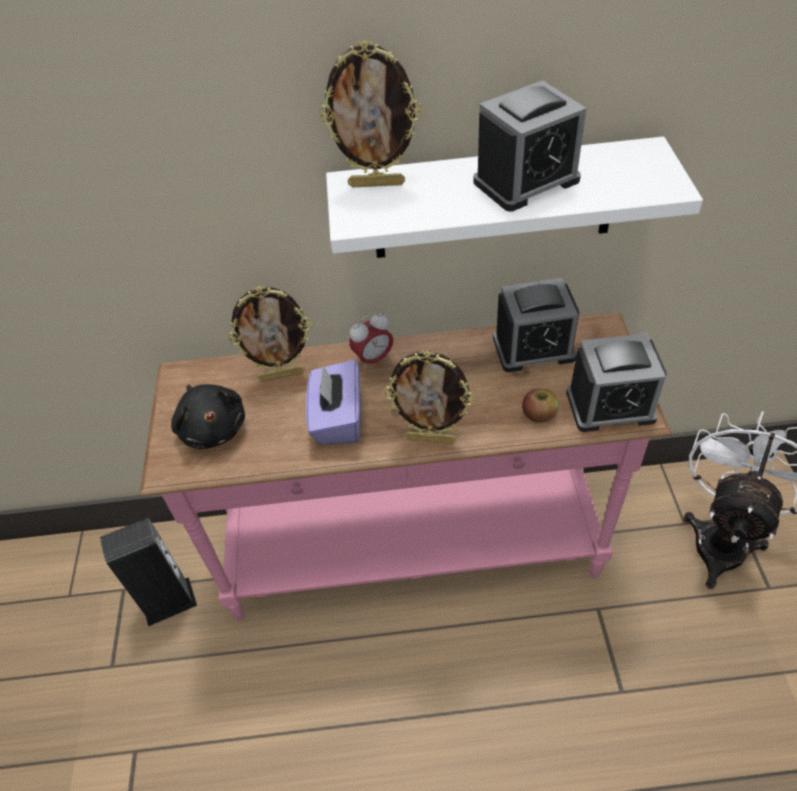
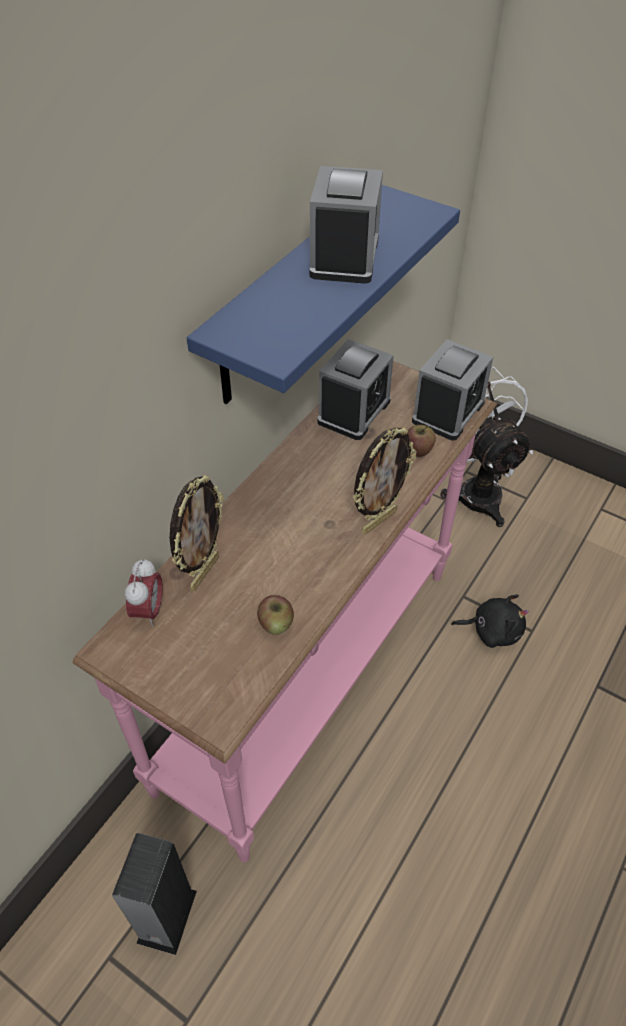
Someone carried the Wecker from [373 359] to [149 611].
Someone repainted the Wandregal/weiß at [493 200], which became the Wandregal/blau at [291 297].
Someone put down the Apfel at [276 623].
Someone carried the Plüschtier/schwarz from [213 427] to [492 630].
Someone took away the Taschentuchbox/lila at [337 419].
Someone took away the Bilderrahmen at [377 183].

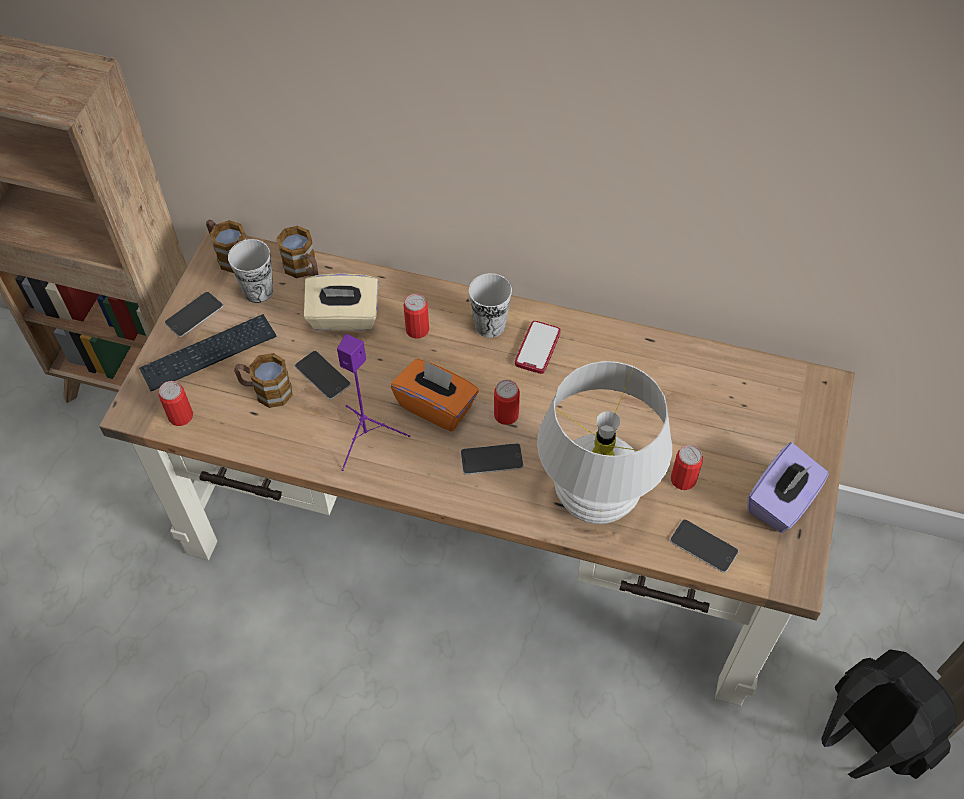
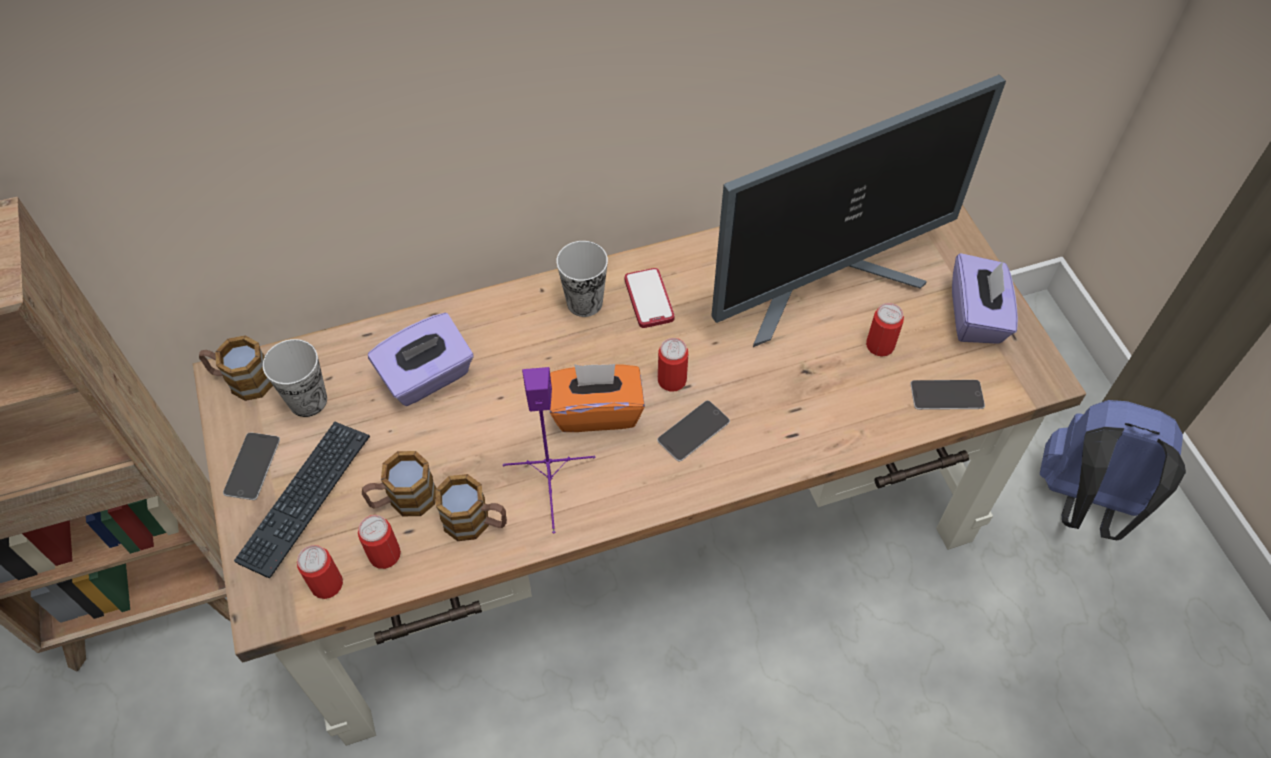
Someone carried the Dose from [417 329] to [384 554].
Someone repainted the Taschentuchbox/beige at [344 318], which became the Taschentuchbox/lila at [427 377].
Someone carried the Henkelbecher from [304 269] to [476 522].
Someone put down the Monitor at [826 284].
Someone repainted the Rucksack/schwarz at [867 739], which became the Rucksack/blau at [1086 503].
Someone took away the Handy at [322 375].
Someone took away the Tischlampe/weiß at [596 497].

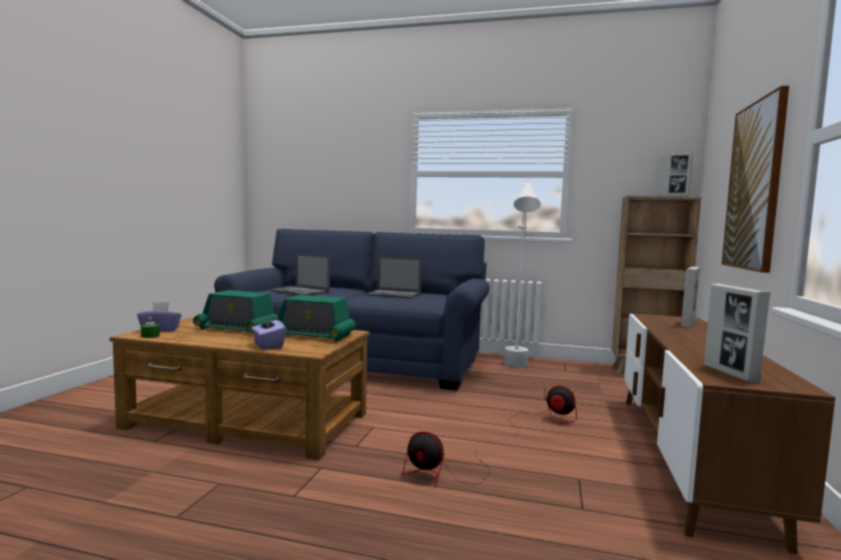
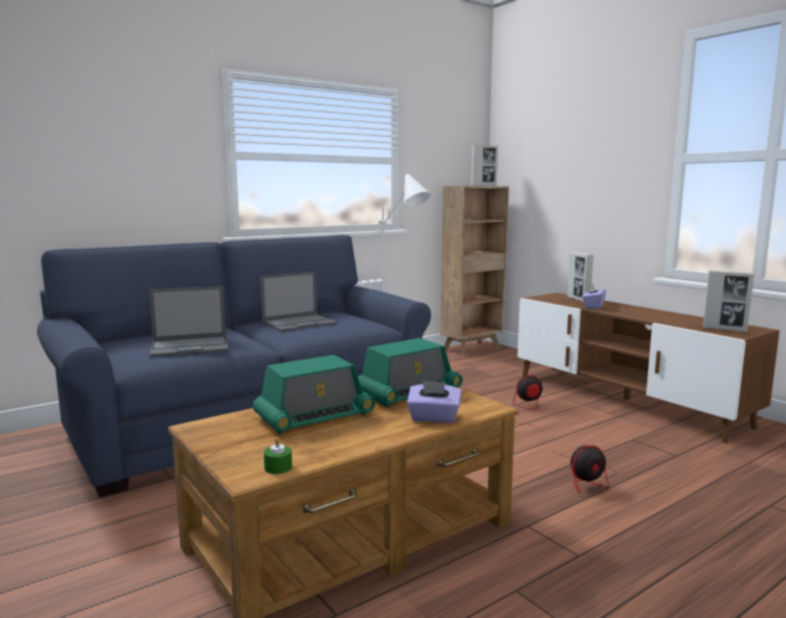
Someone carried the Taschentuchbox/lila from [160 330] to [593 306].
Someone took away the Bild at [755 186].

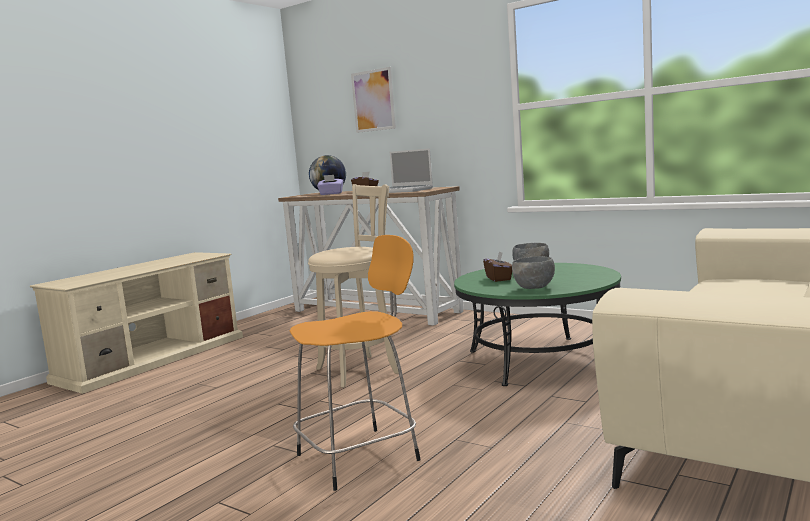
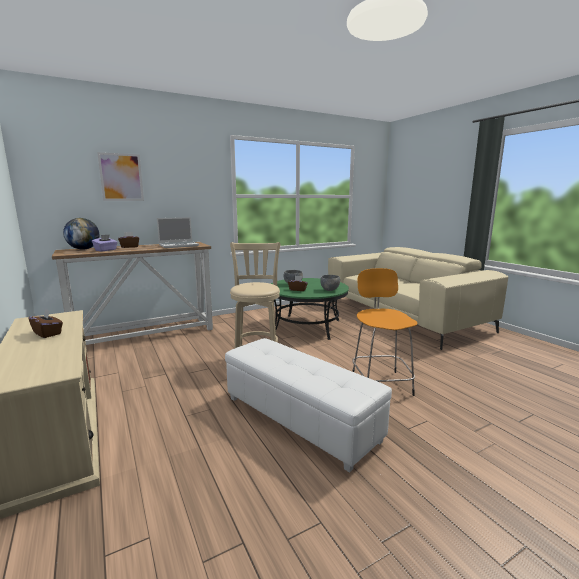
Someone put down the Taschentuchbox/braun at [48 333].
Someone put down the Polsterhocker/weiß at [298 418].

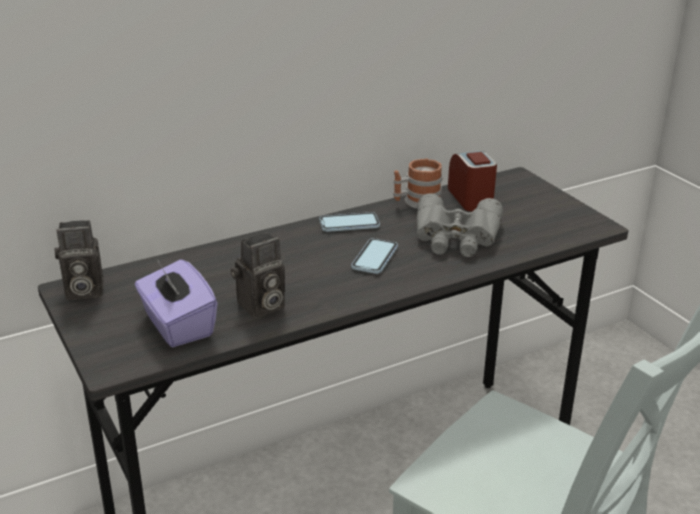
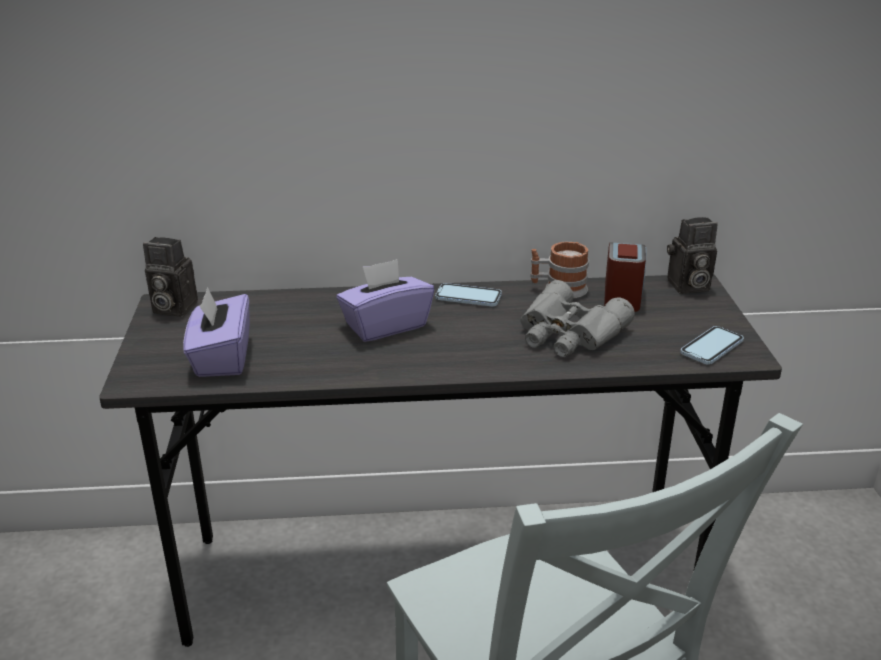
Someone put down the Taschentuchbox/lila at [385 325].
Someone carried the Kamera from [260 307] to [687 286].
Someone carried the Handy from [374 258] to [711 347].

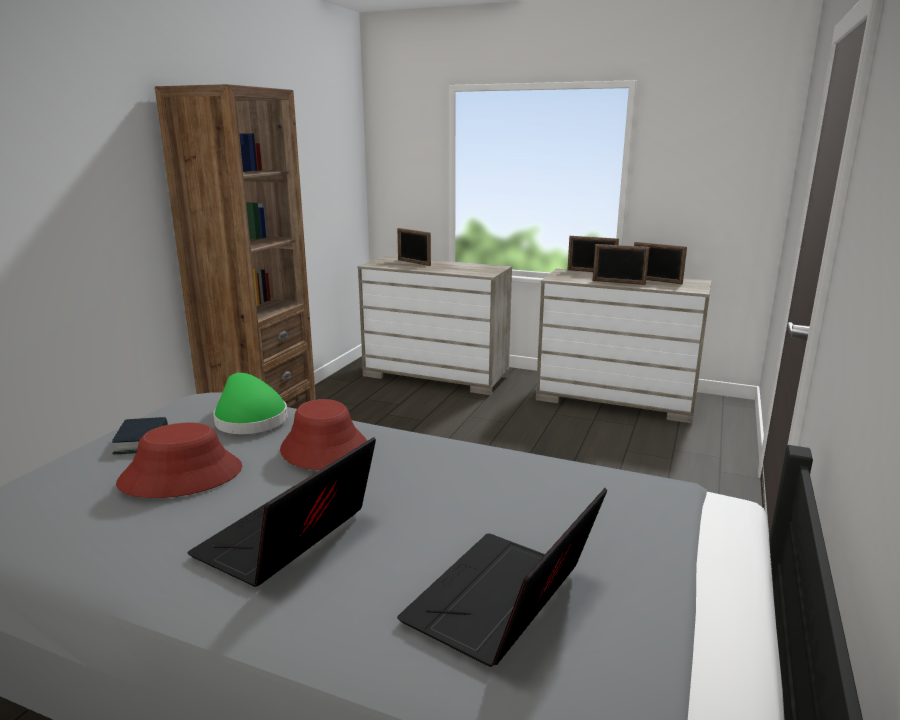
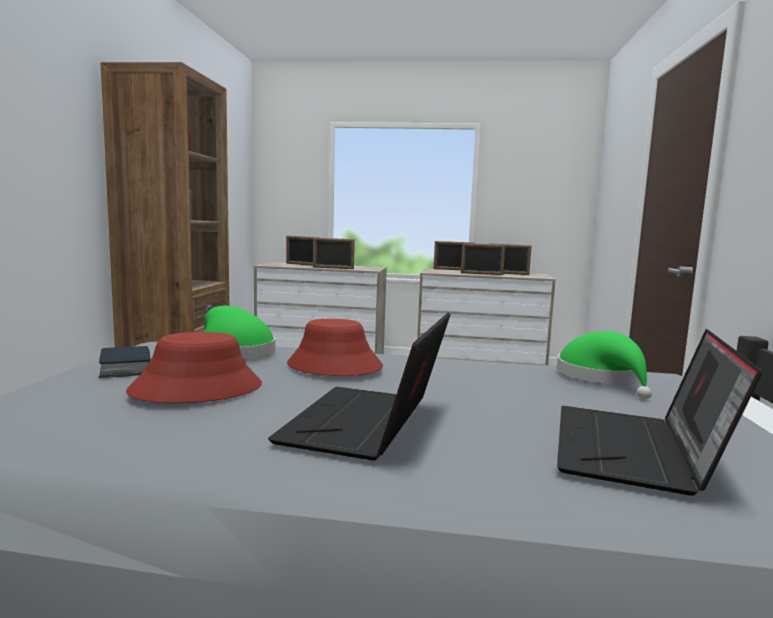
Someone put down the Bilderrahmen at [333 268].
Someone put down the Hut/grün at [602 378].

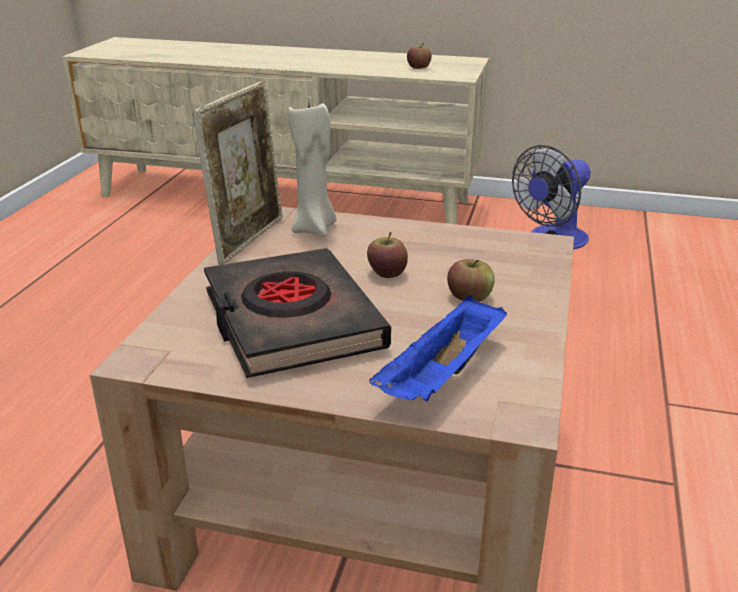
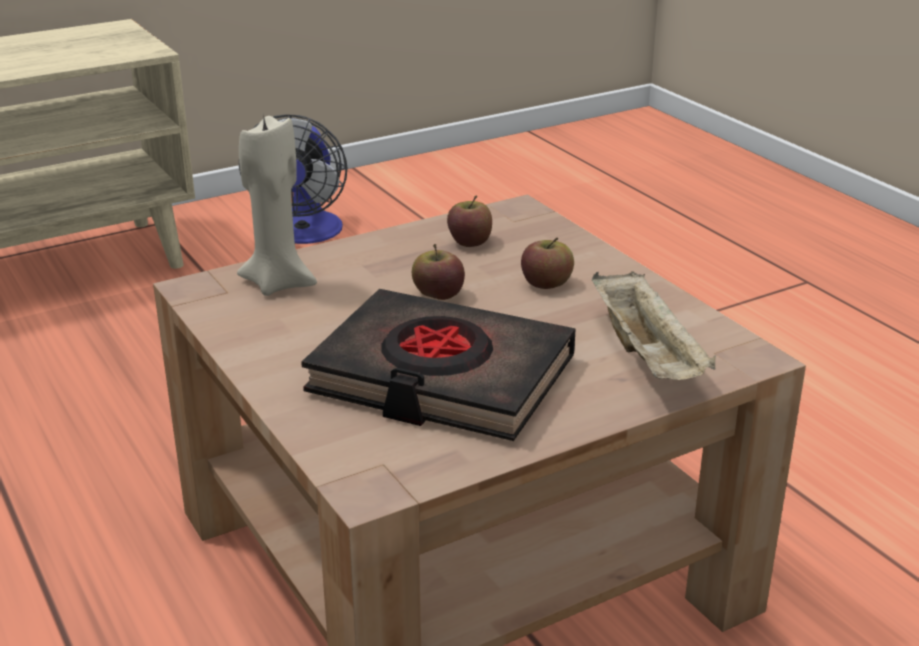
Someone carried the Apfel from [418 67] to [470 242].
Someone repainted the Tablett/blau at [442 376], which became the Tablett/beige at [647 356].
Someone took away the Bilderrahmen at [248 239].

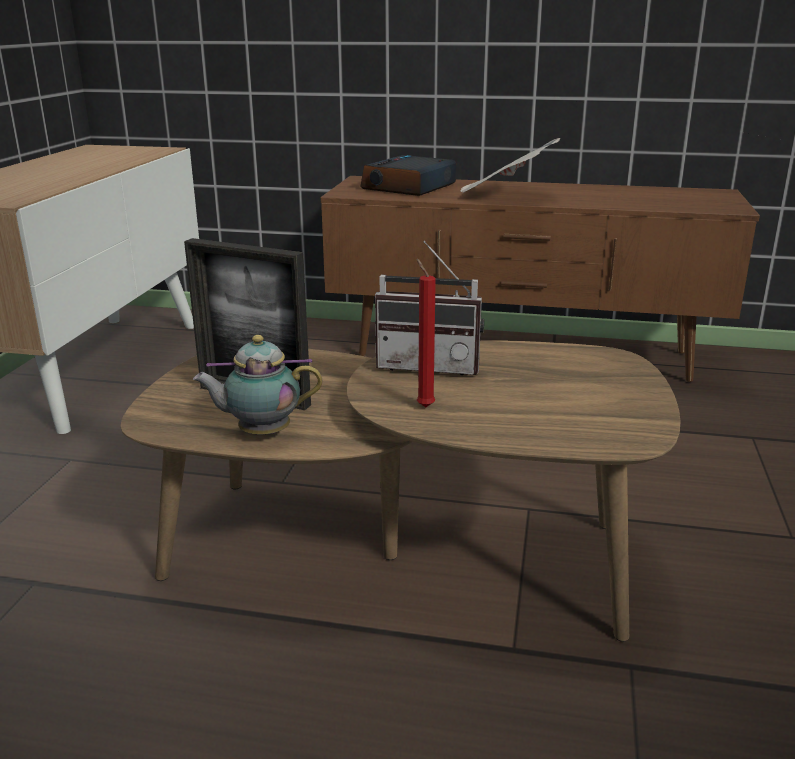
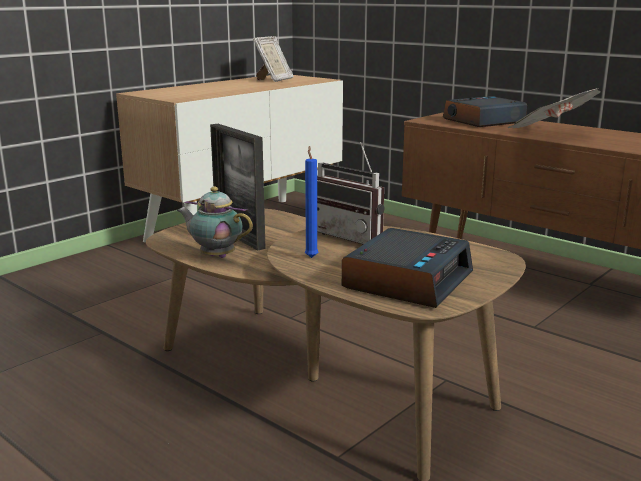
Someone put down the Bilderrahmen at [274 80].
Someone repainted the Kerze/rot at [423 406], which became the Kerze/blau at [311 257].
Someone put down the Wecker at [407 280].

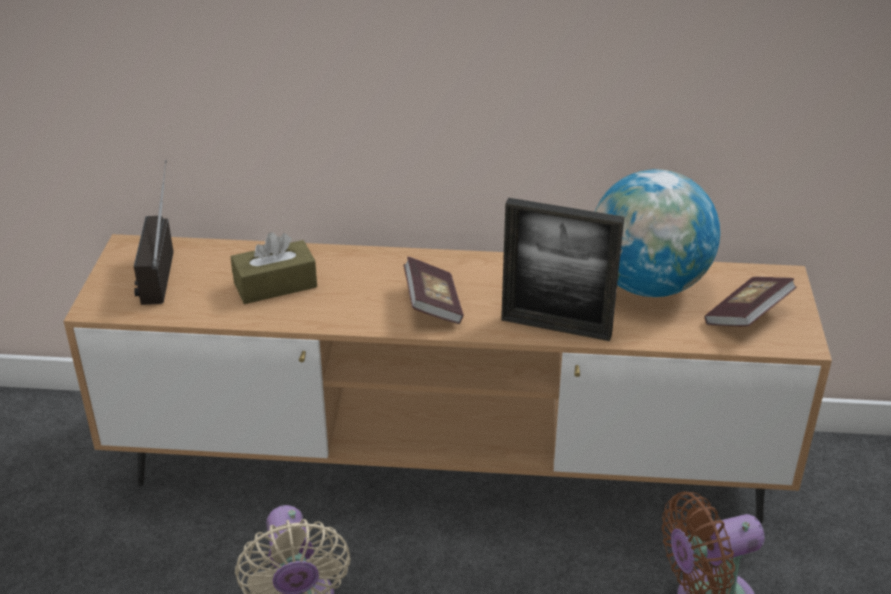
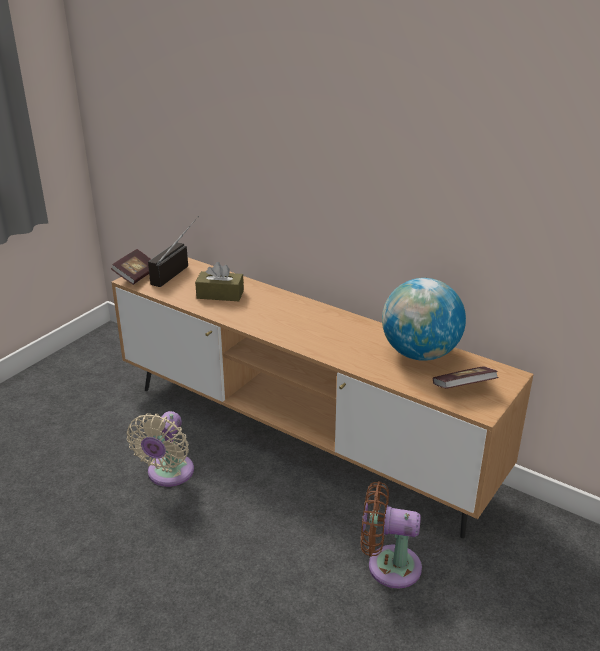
Someone carried the Buch from [433 305] to [136 275].
Someone took away the Bilderrahmen at [556 327].

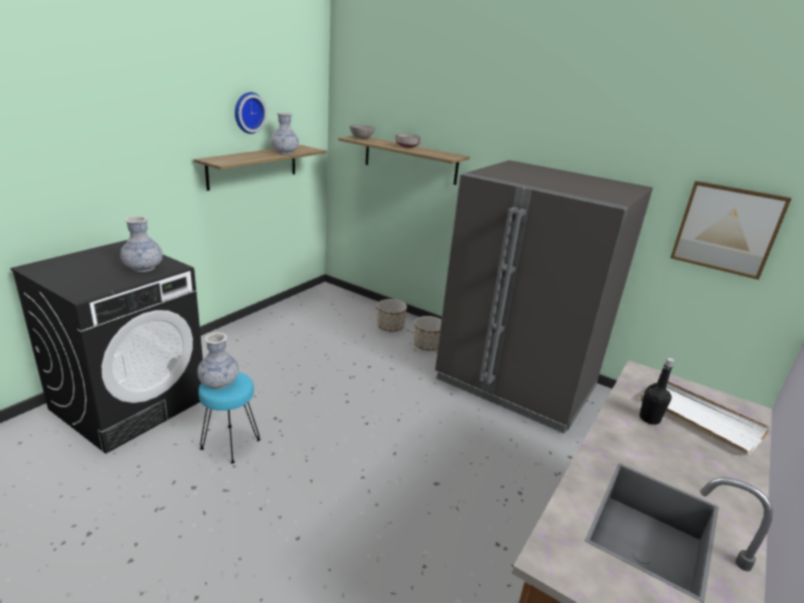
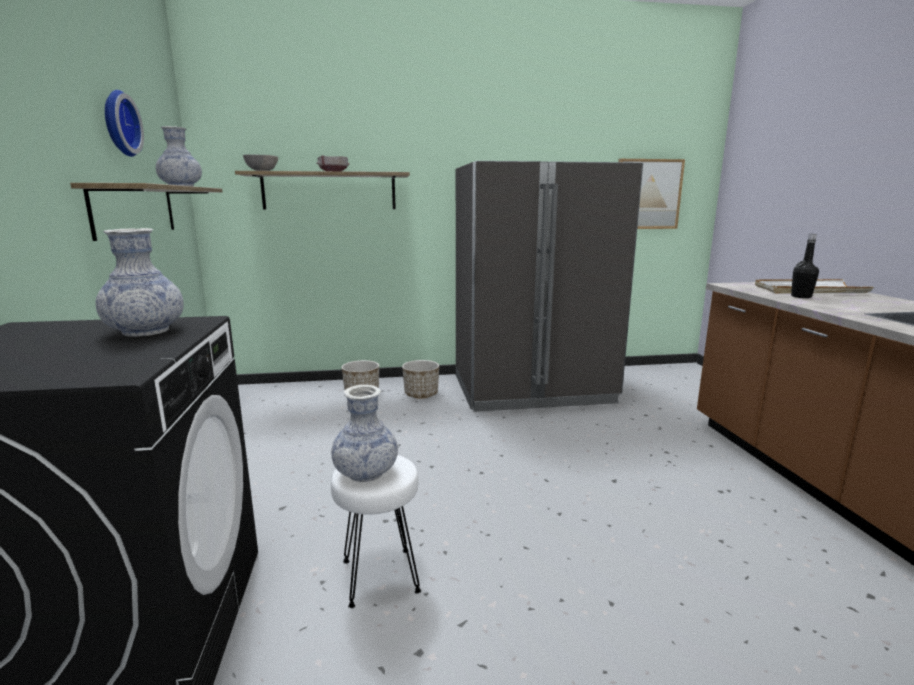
Someone repainted the Hocker/türkis at [230 444], which became the Hocker/weiß at [379 576].

